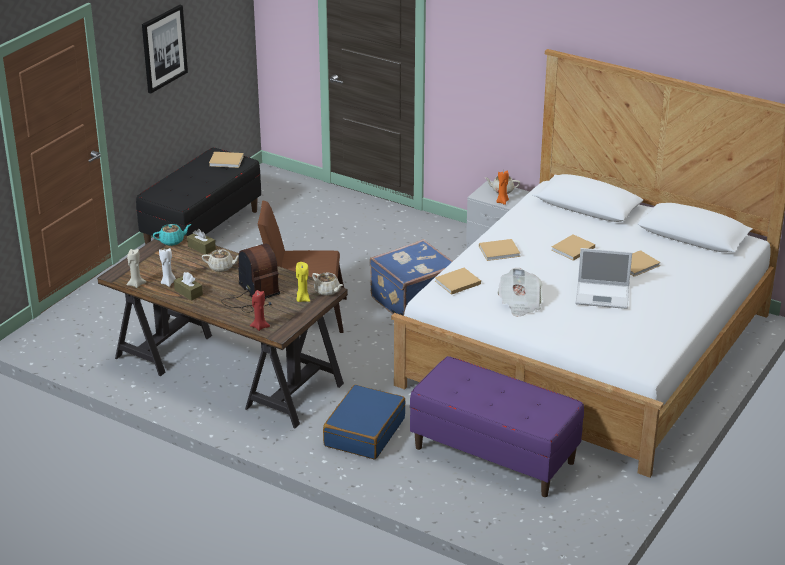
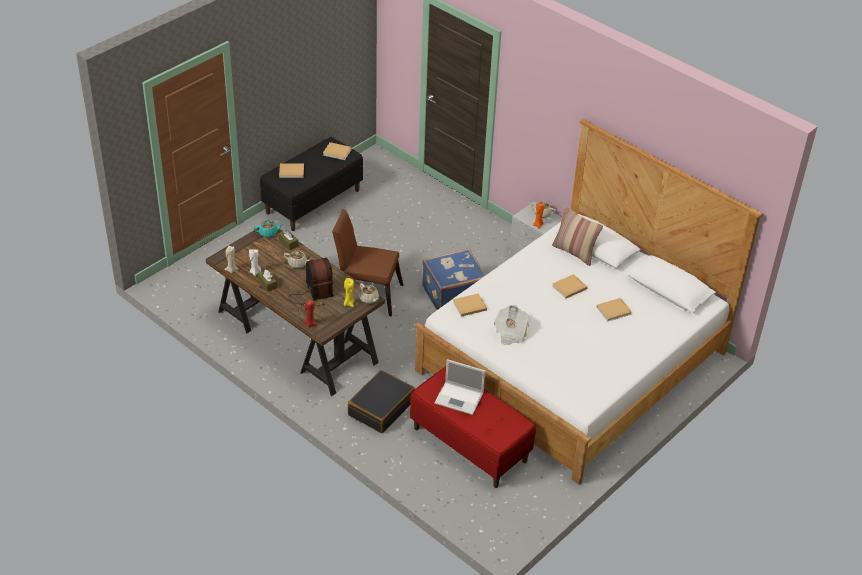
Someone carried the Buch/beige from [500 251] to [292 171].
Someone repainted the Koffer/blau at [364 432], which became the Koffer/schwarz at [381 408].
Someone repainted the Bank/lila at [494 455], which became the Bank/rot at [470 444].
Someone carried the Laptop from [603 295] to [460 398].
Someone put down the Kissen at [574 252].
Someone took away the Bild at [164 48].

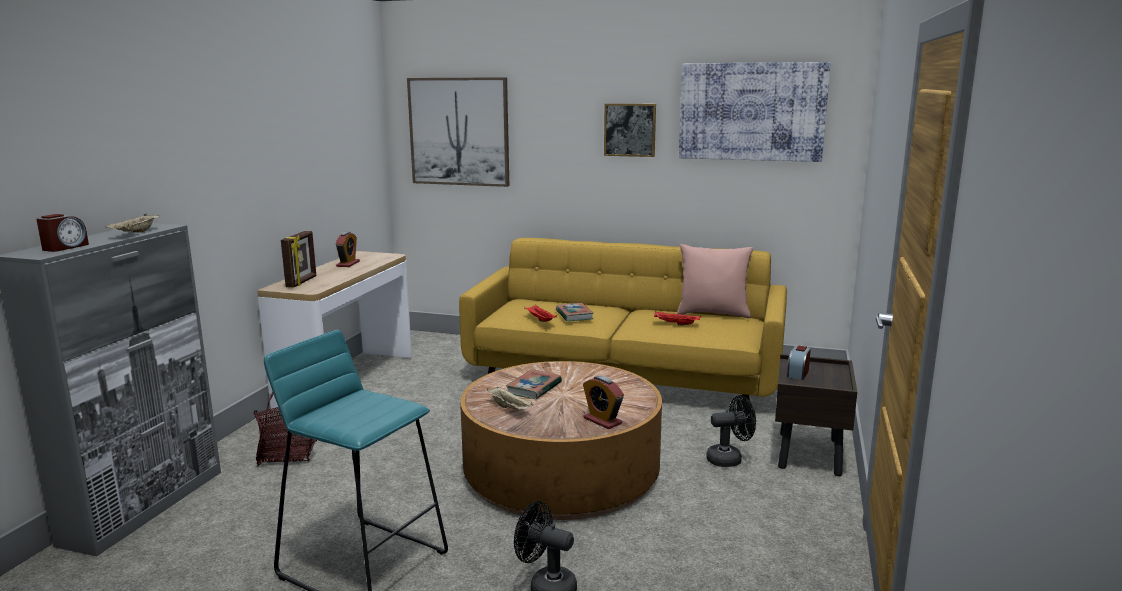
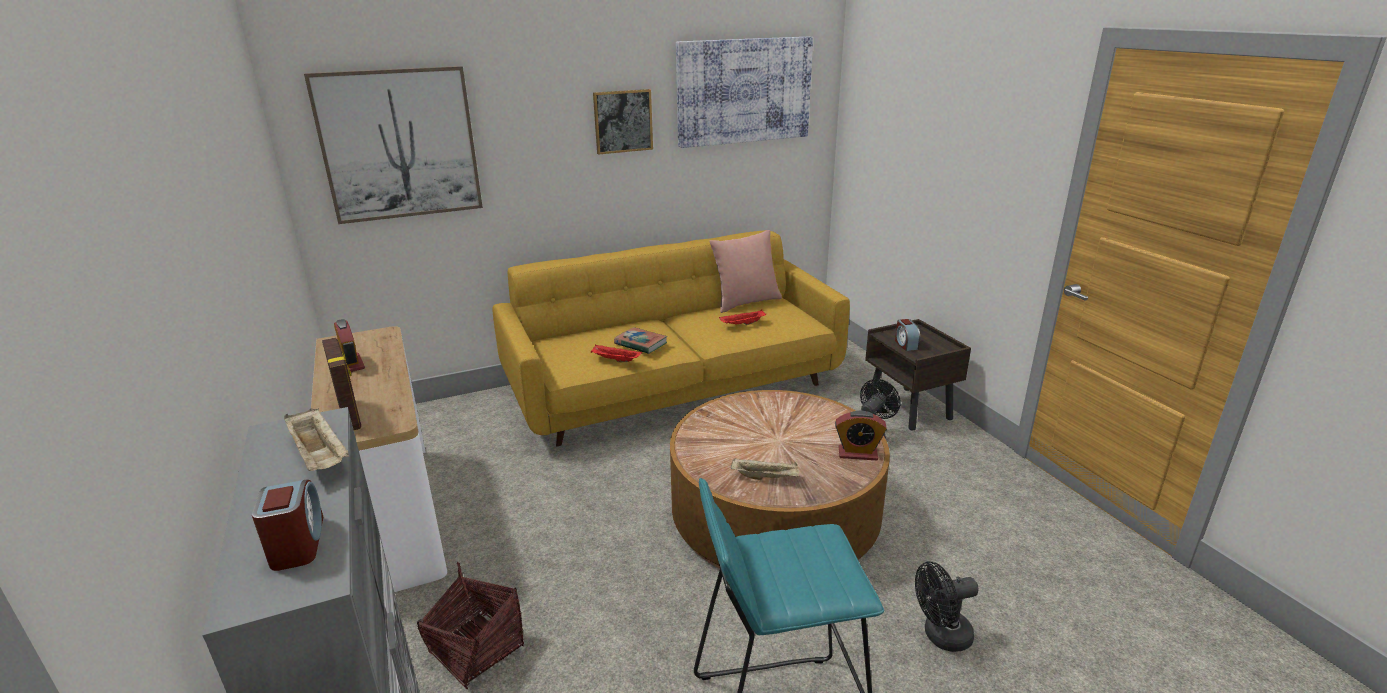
Someone took away the Buch at [534 388].

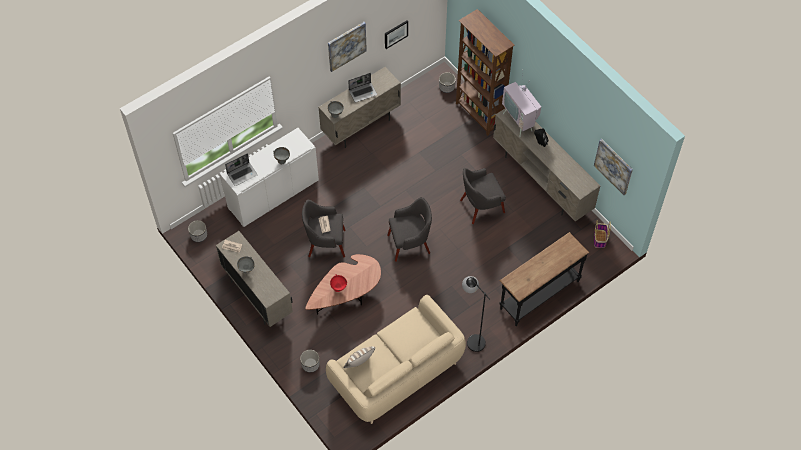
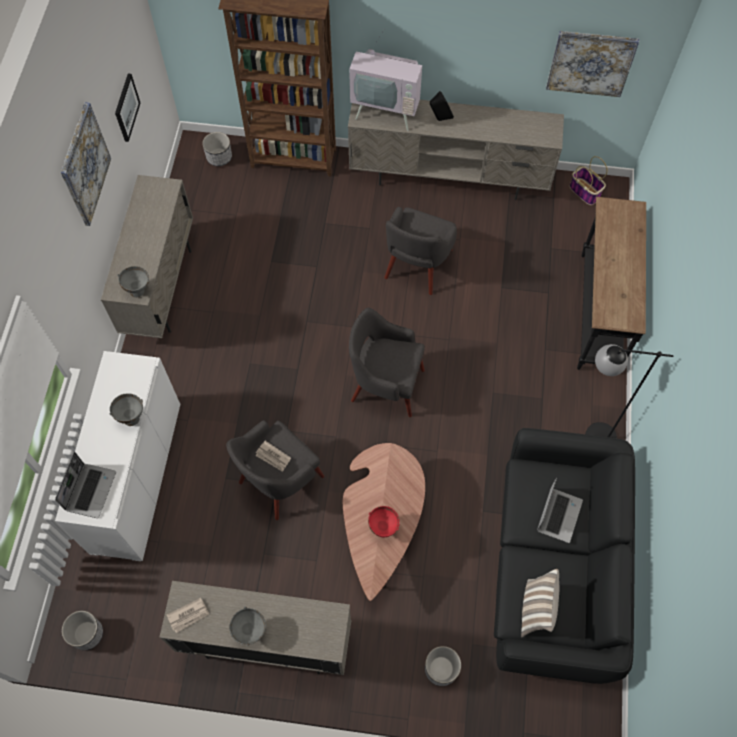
Someone rotated the Sessel/grau at [409 244] by 105 degrees counterclockwise.
Someone repainted the Sofa/beige at [396 372], which became the Sofa/schwarz at [555 567].
Someone carried the Laptop from [363 92] to [558 514].

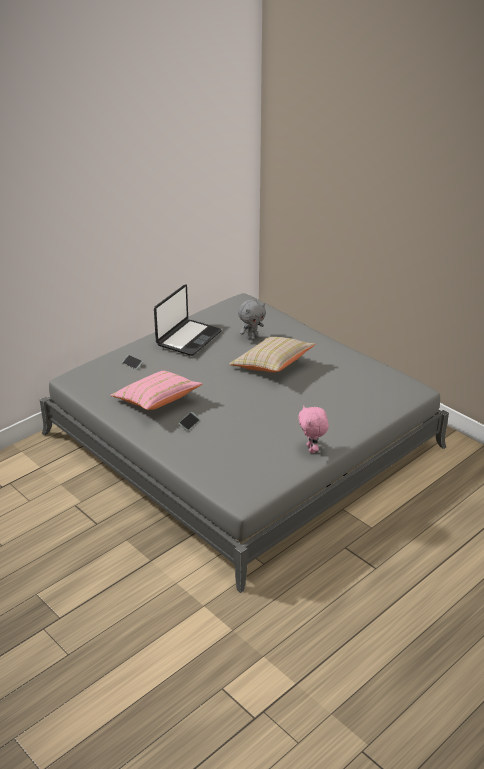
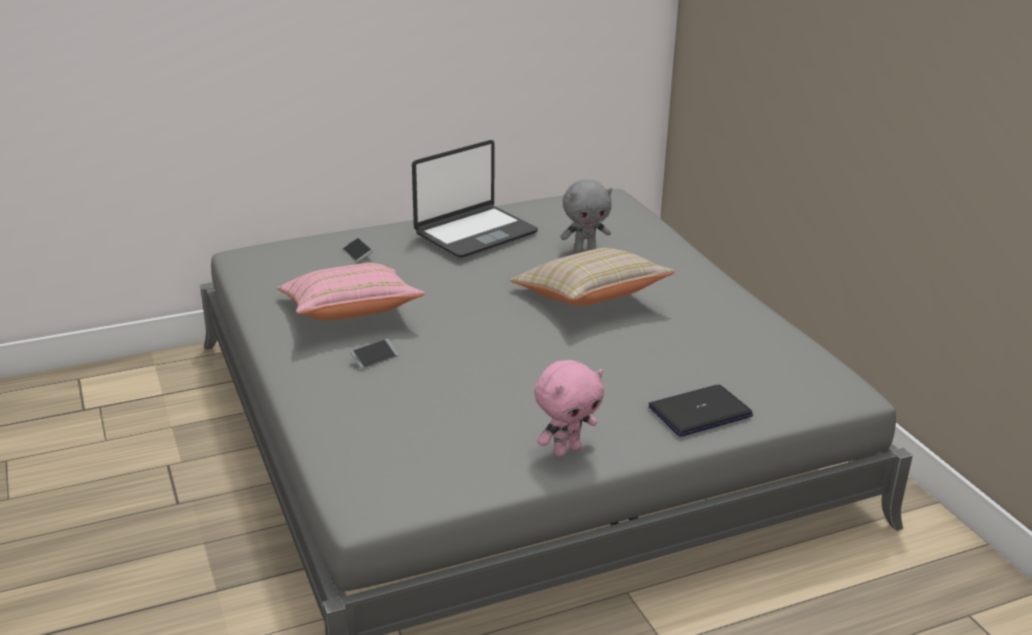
Someone rotated the Plüschtier/rosa at [312 449] by 135 degrees counterclockwise.
Someone put down the Laptop at [700 412].

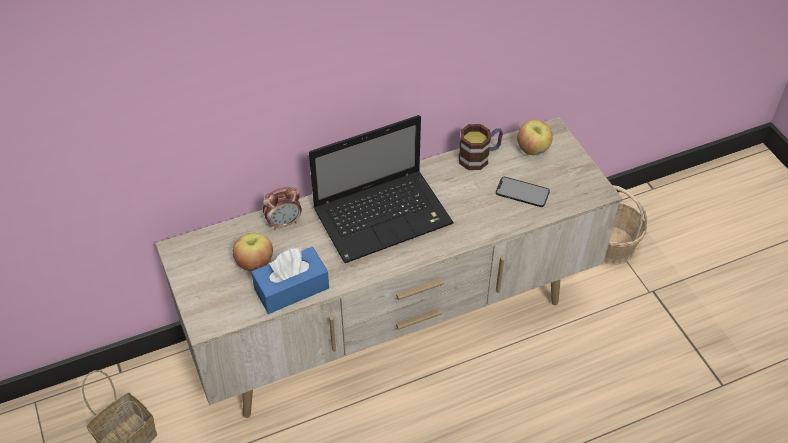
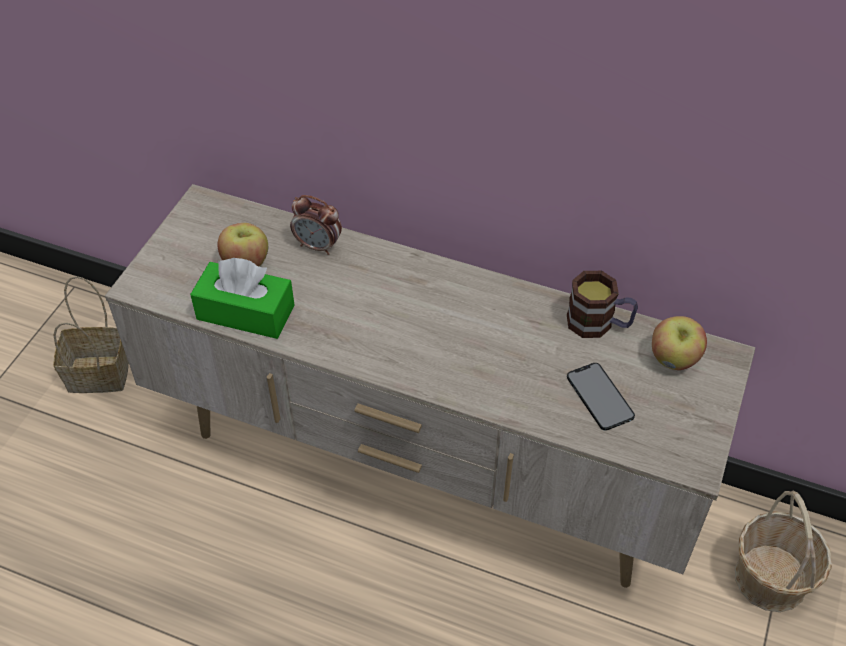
Someone repainted the Taschentuchbox/blau at [291 288], which became the Taschentuchbox/grün at [245 312].
Someone took away the Laptop at [385 216].

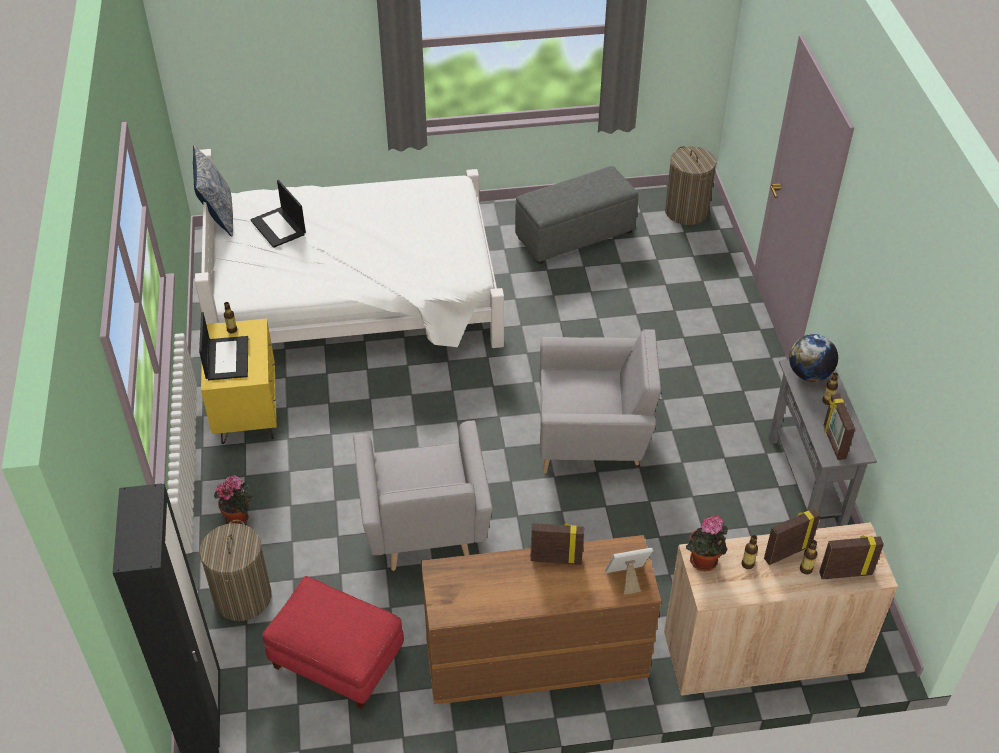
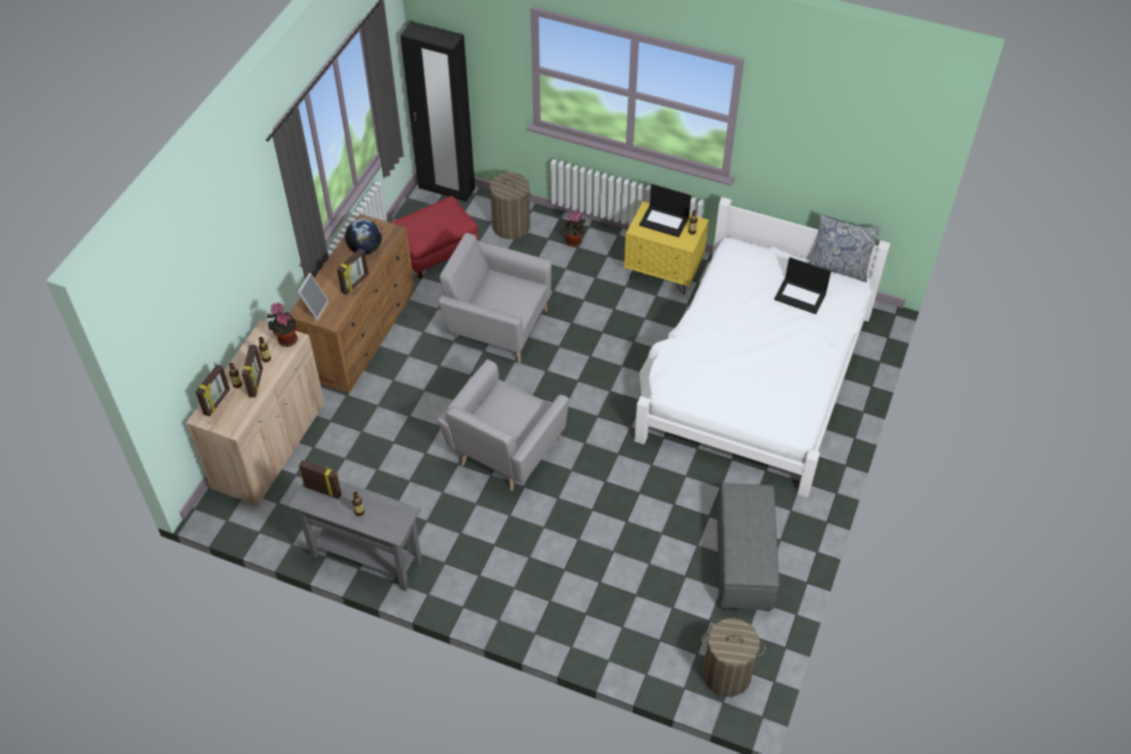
Someone carried the Globus from [809 374] to [365 249].
Someone rotated the Laptop at [279 227] by 150 degrees counterclockwise.

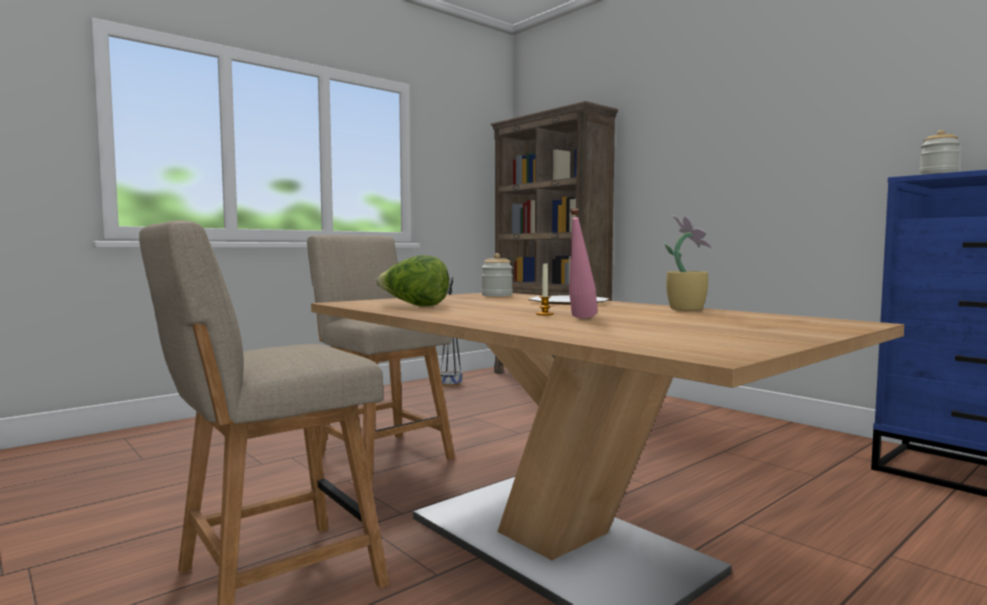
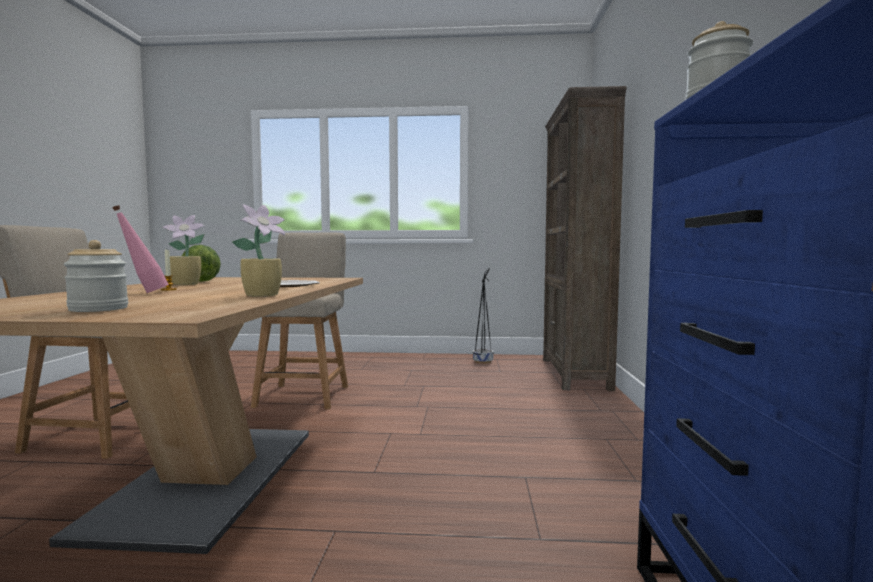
Someone carried the Vorratsglas from [497 295] to [98 309].
Someone put down the Topfpflanze at [187 284].

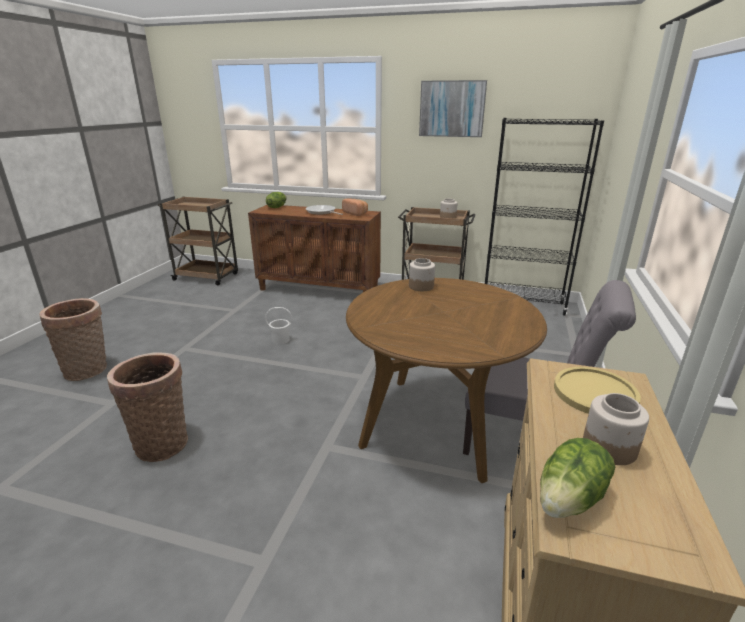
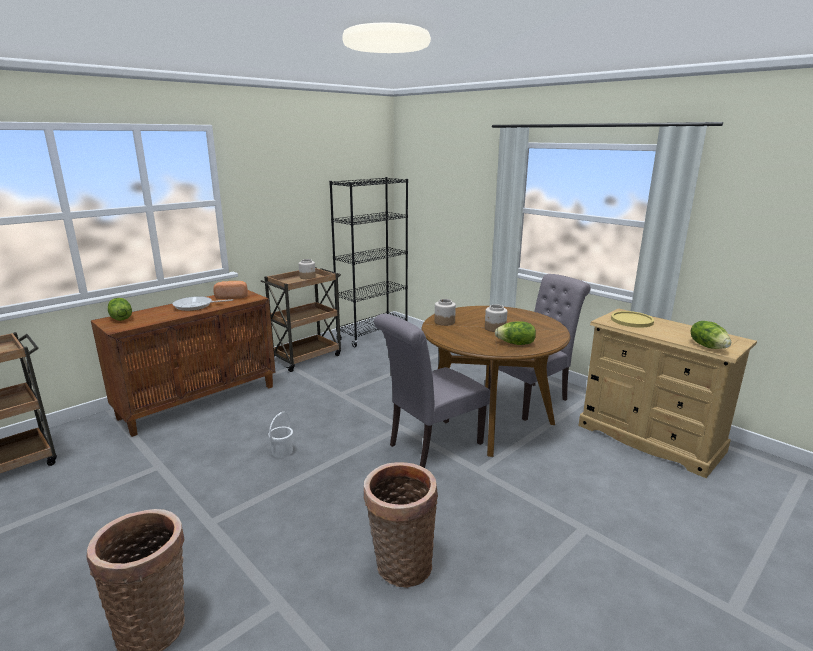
Someone put down the Stuhl/grau at [430 445].
Someone carried the Vorratsglas from [608 447] to [495 328].
Someone put down the Salatkopf at [516 344].
Someone took away the Bild at [452 109].

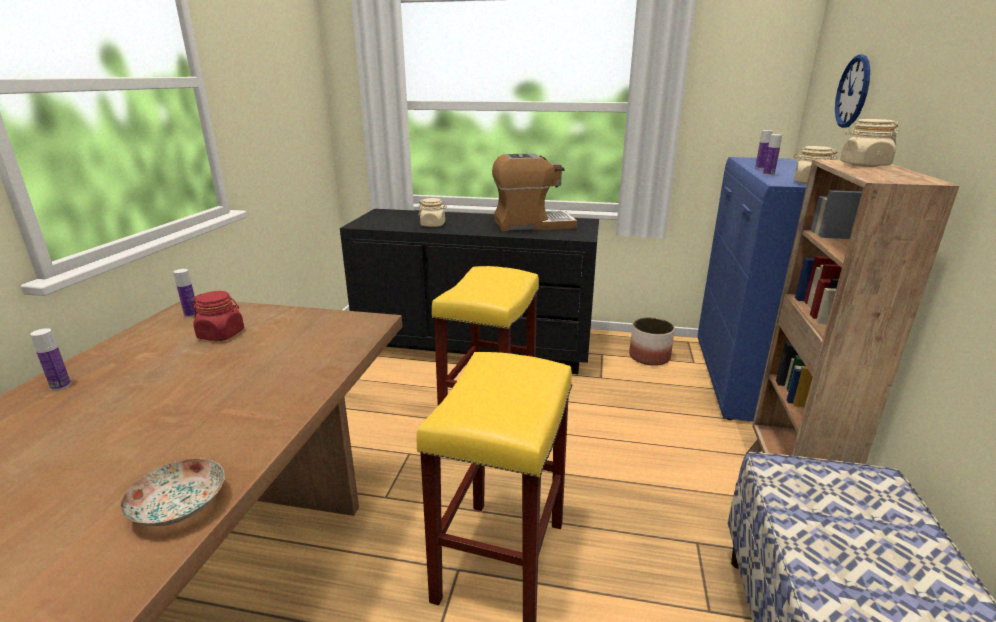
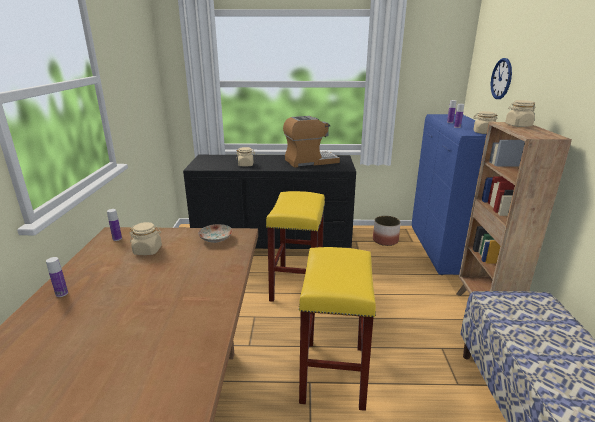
Someone repainted the Vorratsglas/rot at [221 334], which became the Vorratsglas/beige at [148 250].
Someone carried the Teller from [178 506] to [215 239].

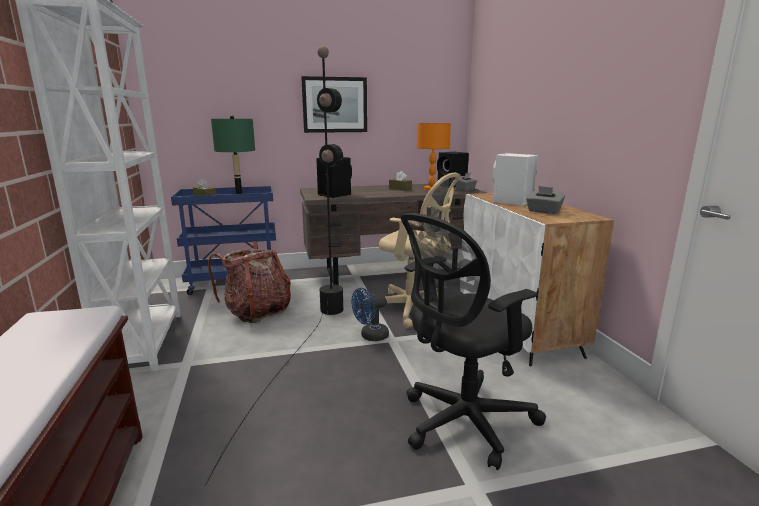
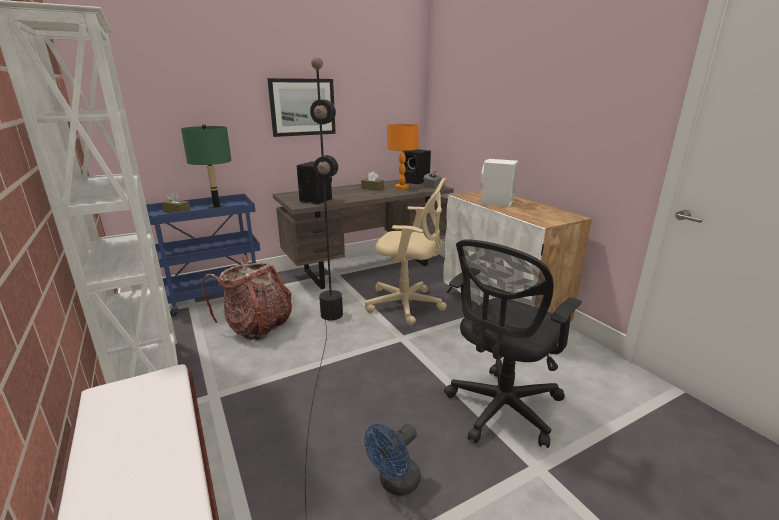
Someone carried the Ventilator/blau from [370 336] to [395 483].
Someone took away the Taschentuchbox/grau at [543 211].

